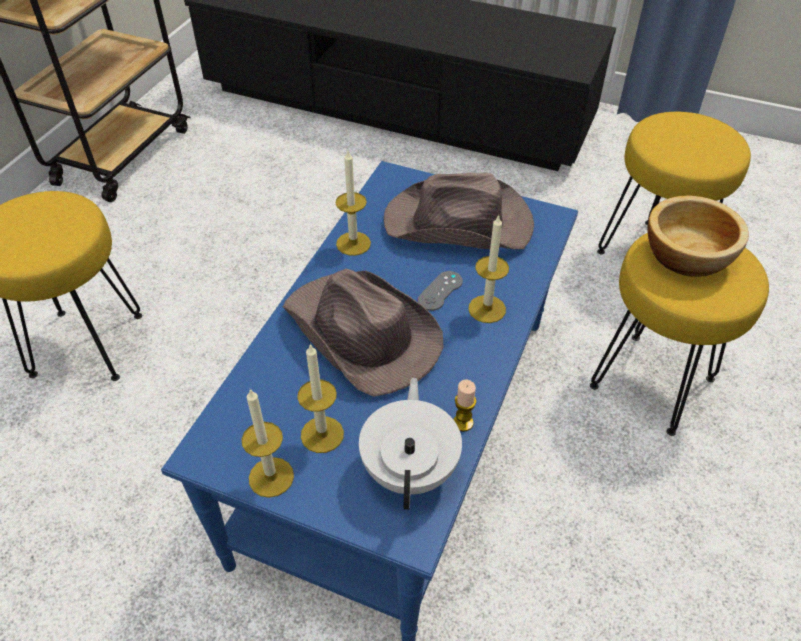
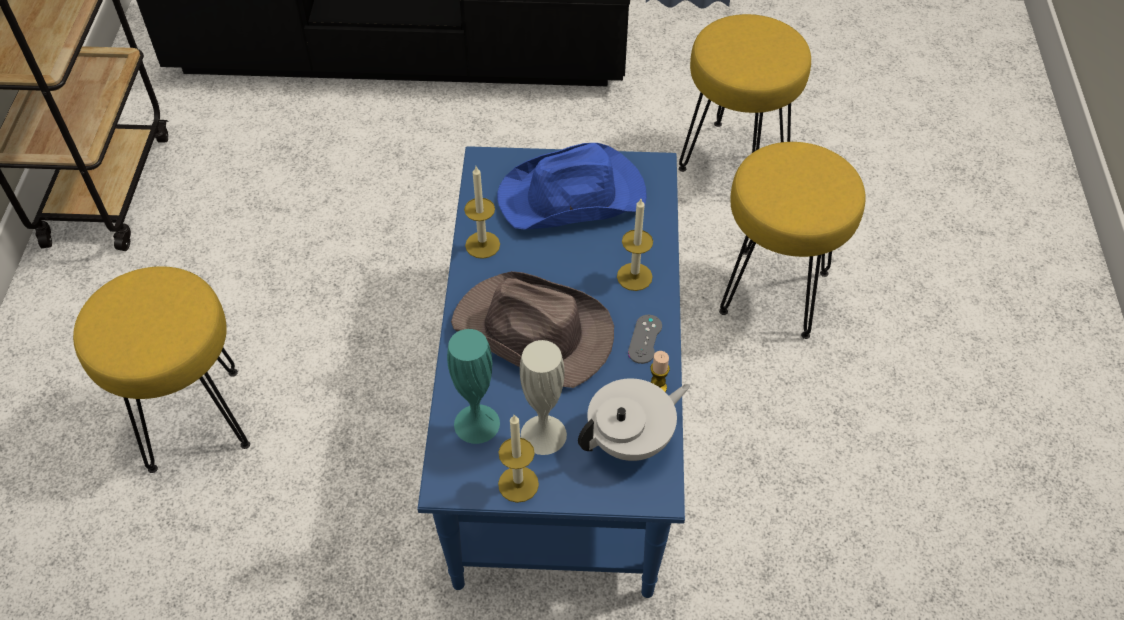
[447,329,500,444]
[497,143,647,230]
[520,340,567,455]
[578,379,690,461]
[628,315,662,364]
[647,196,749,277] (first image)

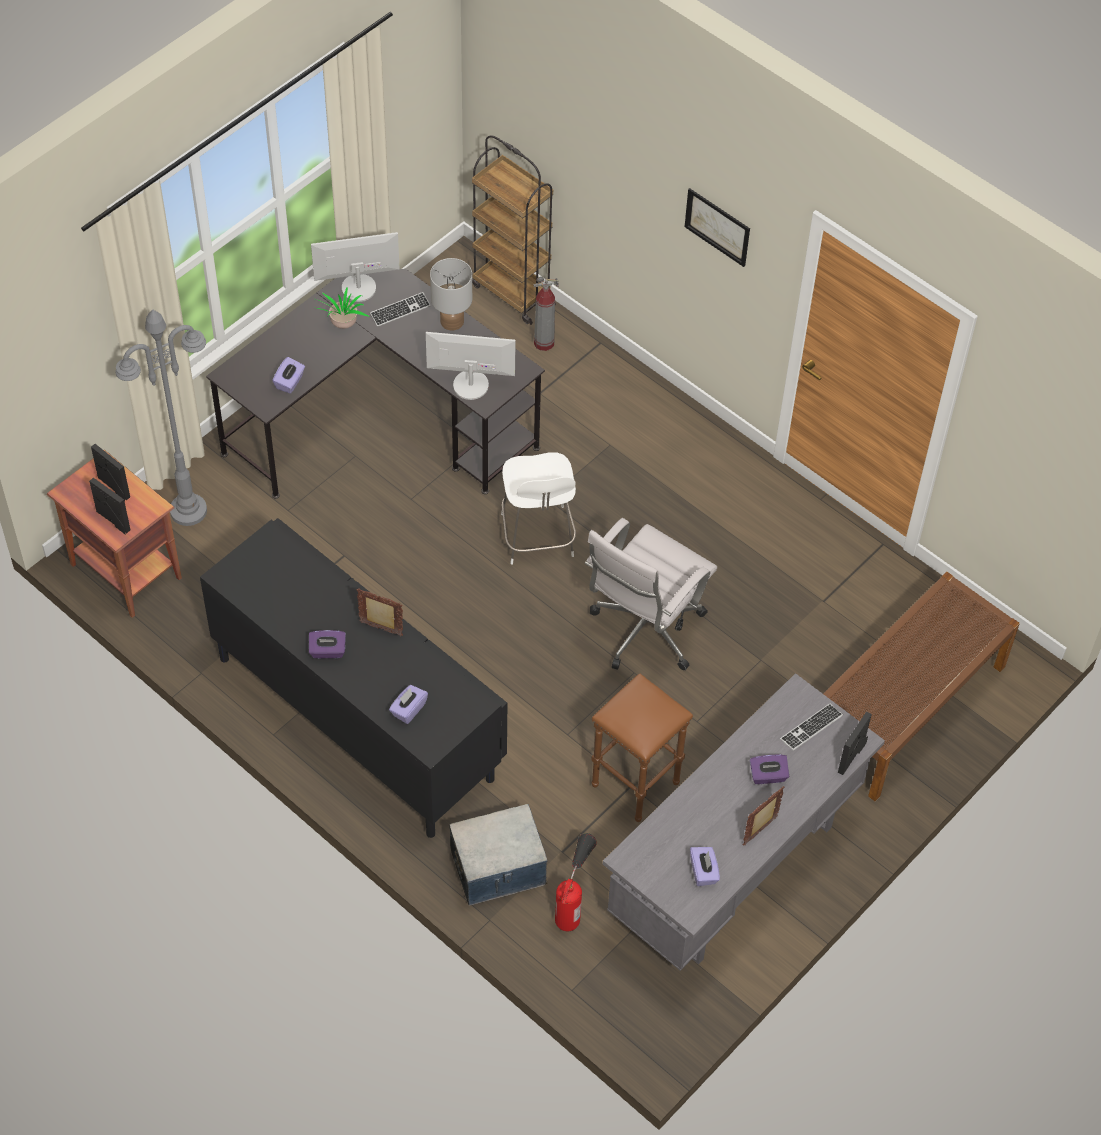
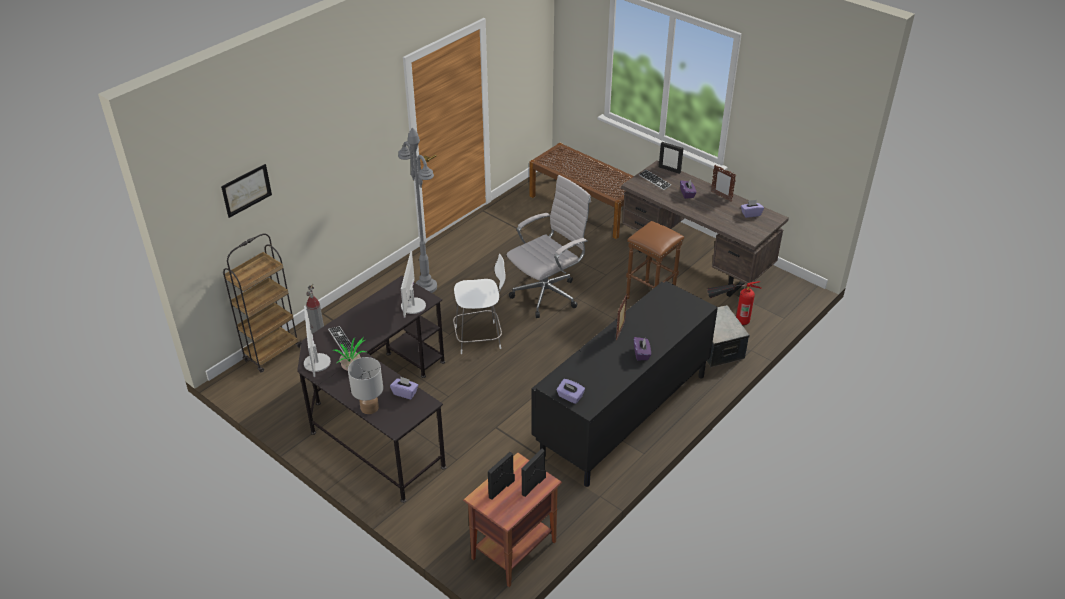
[221,164,272,218]
[348,357,383,414]
[398,128,437,293]
[507,175,591,318]
[556,379,585,404]
[621,160,789,297]

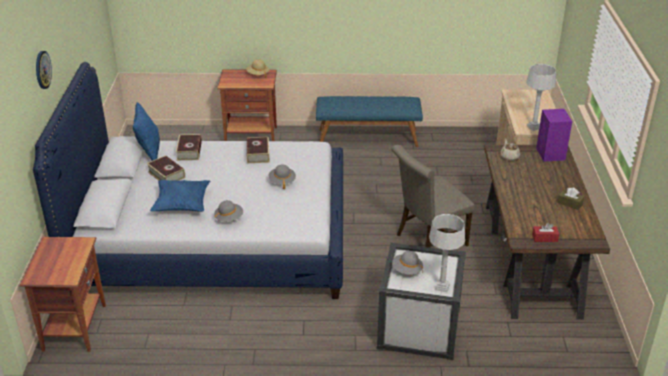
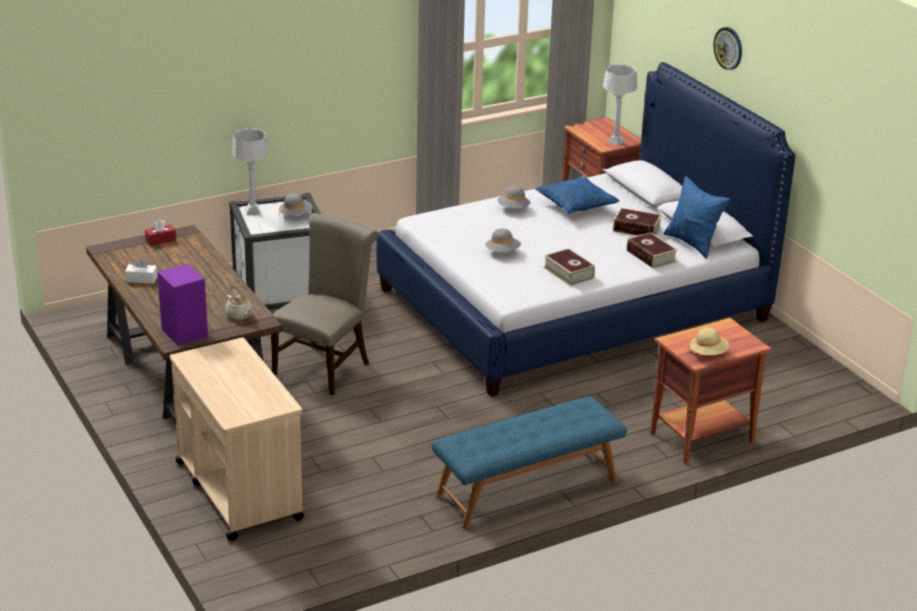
[125,258,157,284]
[603,64,637,146]

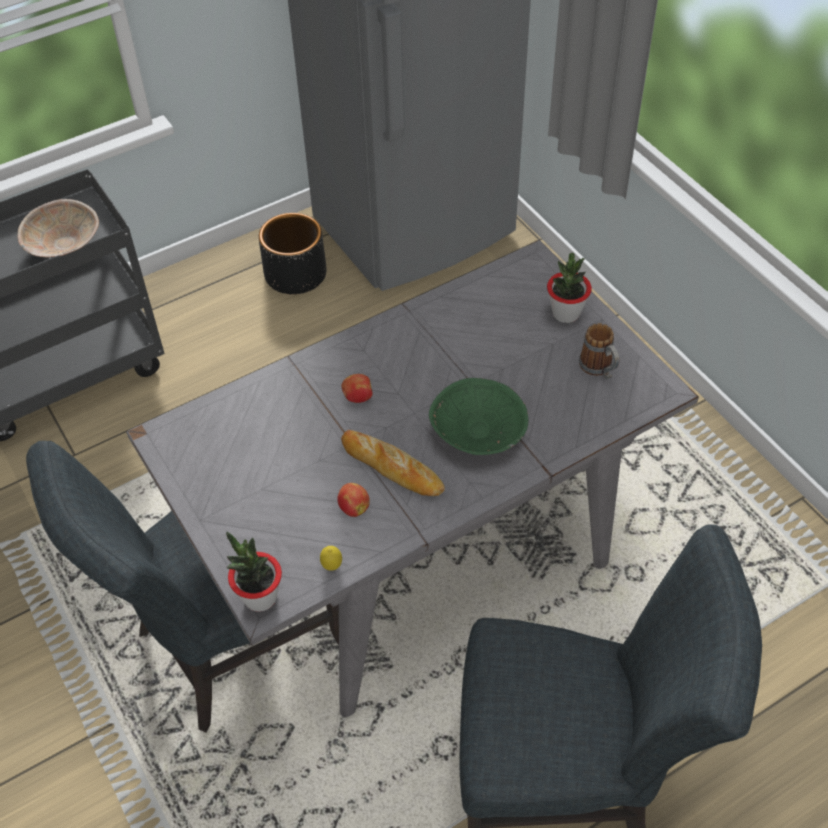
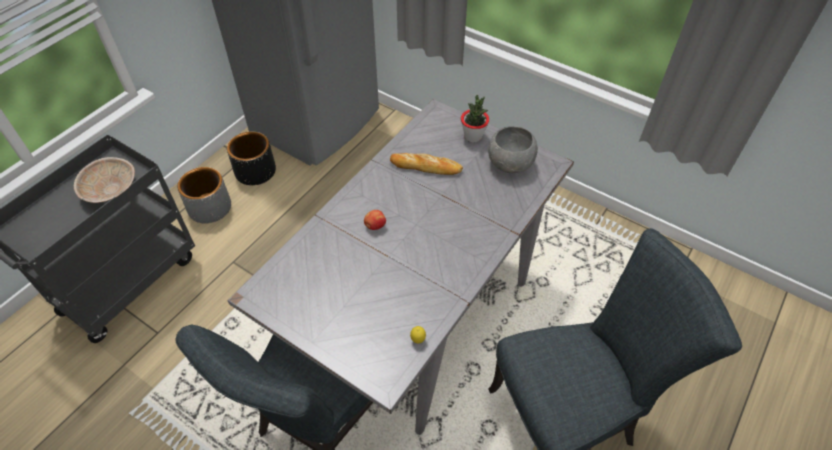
[177,167,231,224]
[390,153,463,175]
[488,126,538,173]
[226,532,282,612] (first image)
[337,483,370,517] (first image)
[429,378,528,455] (first image)

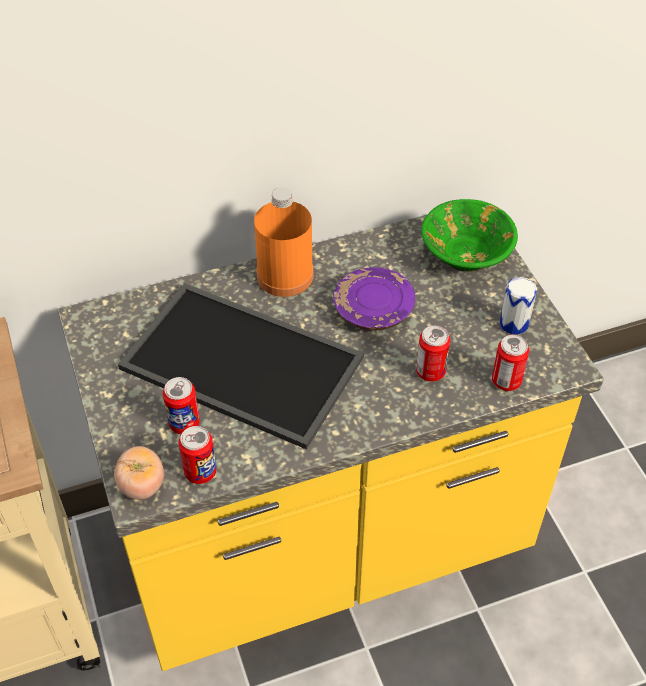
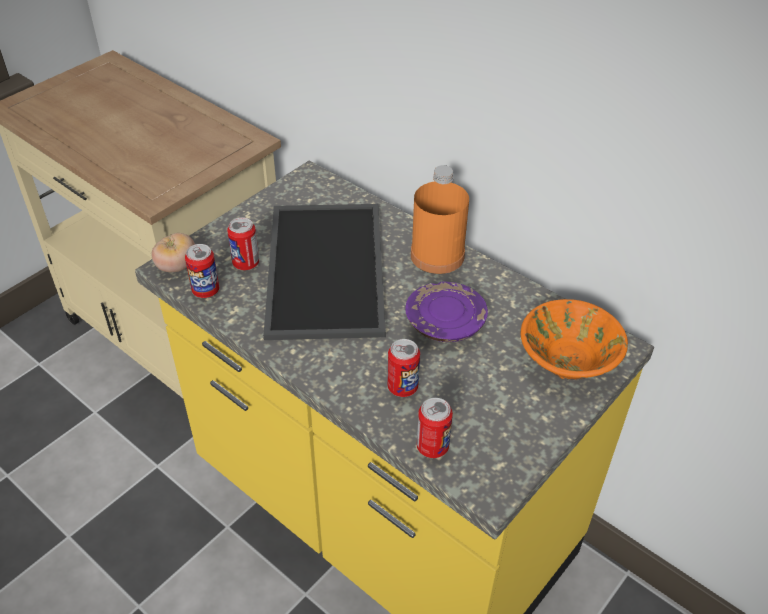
[521,299,628,380]
[500,277,537,335] (first image)

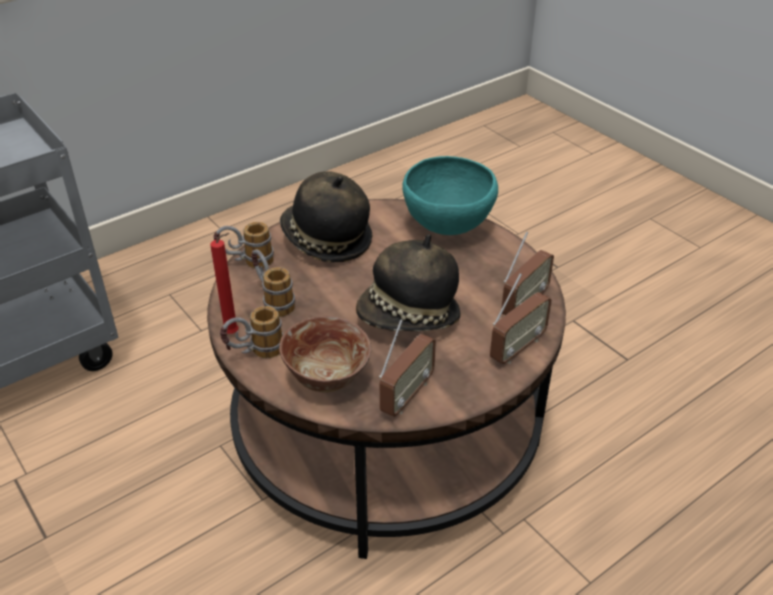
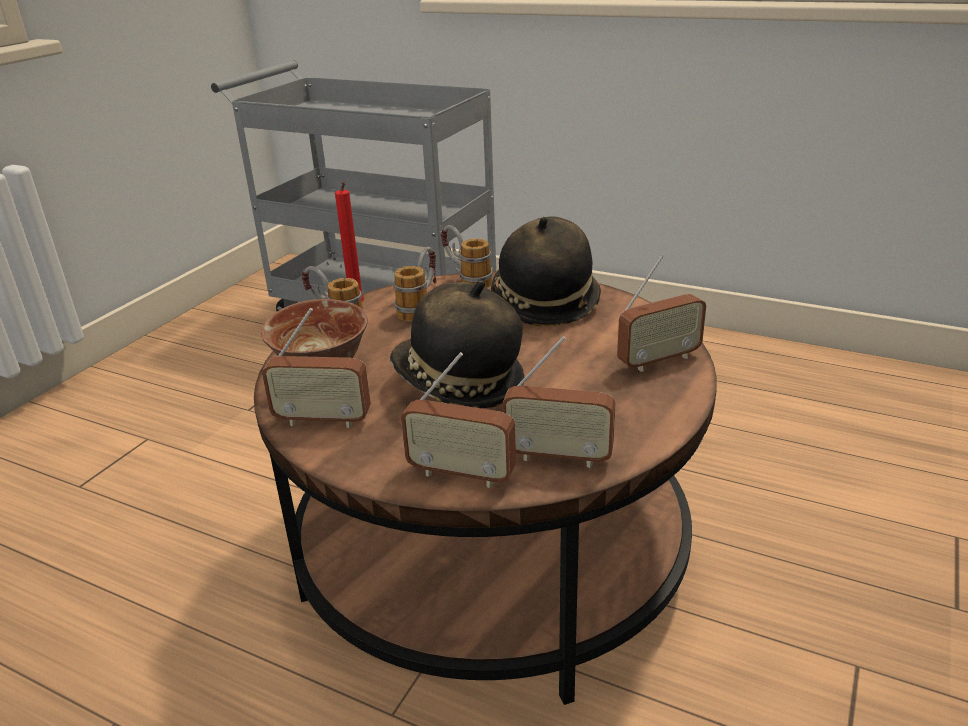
[617,255,706,372]

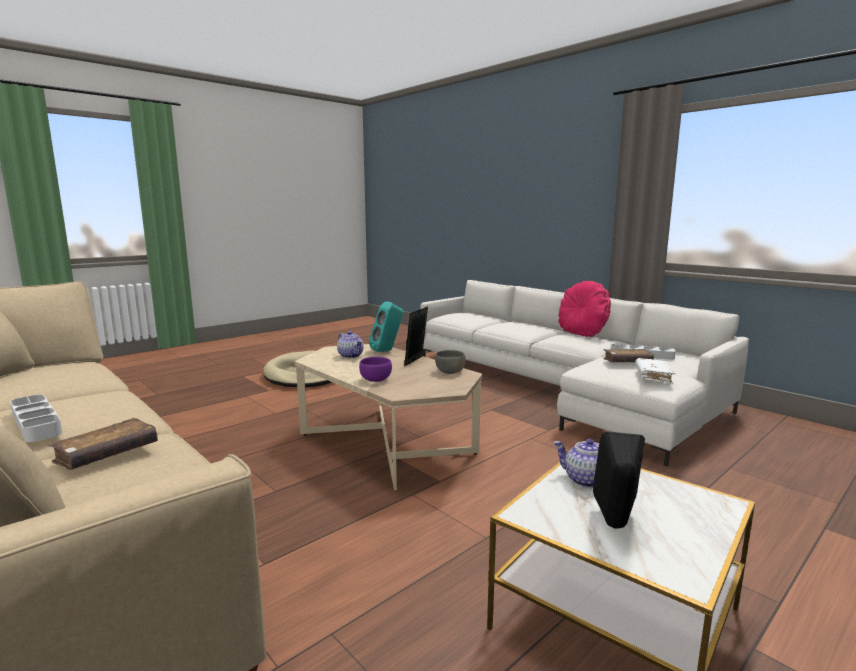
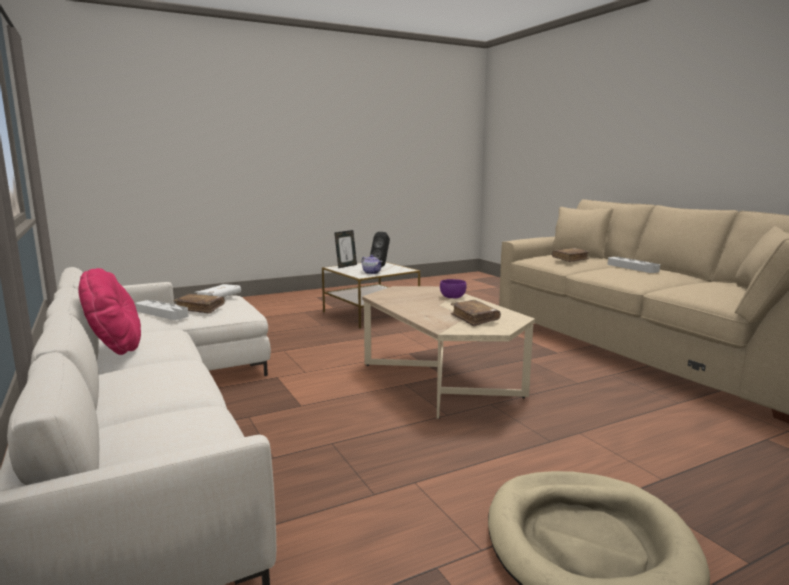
[334,230,357,268]
[451,300,501,327]
[369,301,403,352] (first image)
[435,350,466,374] (first image)

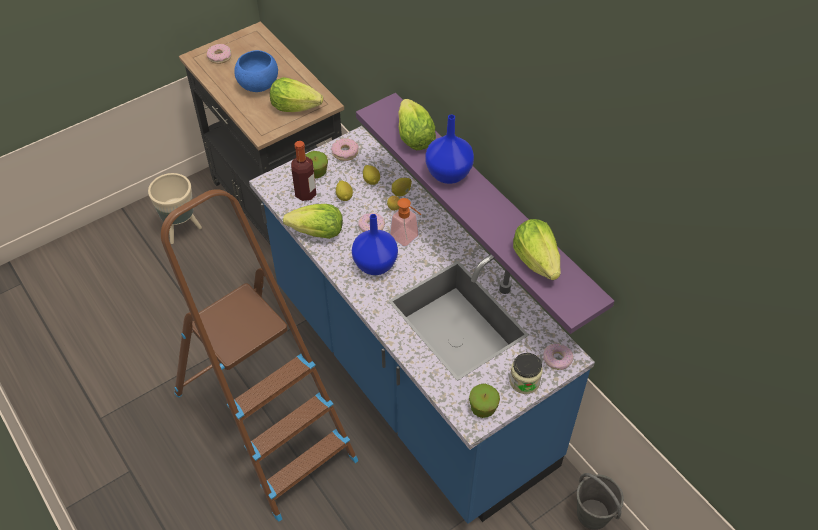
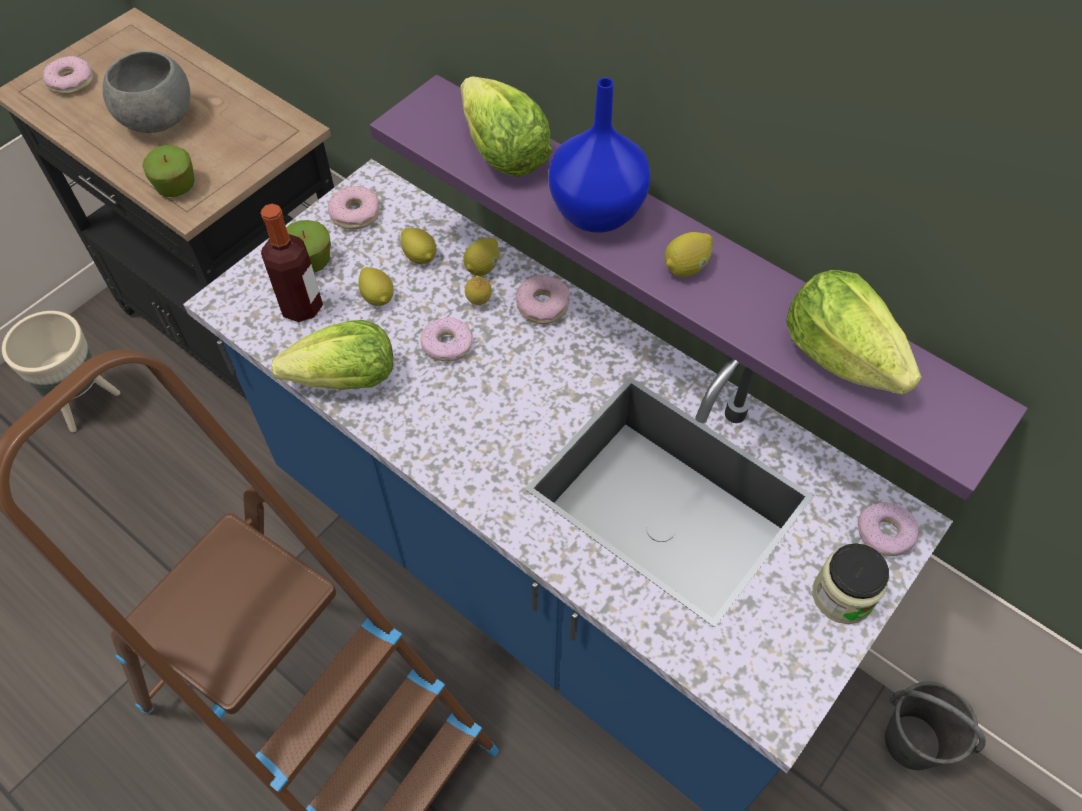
[103,51,190,133]
[142,145,195,197]
[516,275,570,324]
[665,232,713,277]
[270,77,323,112] (first image)
[352,214,398,275] (first image)
[390,198,422,247] (first image)

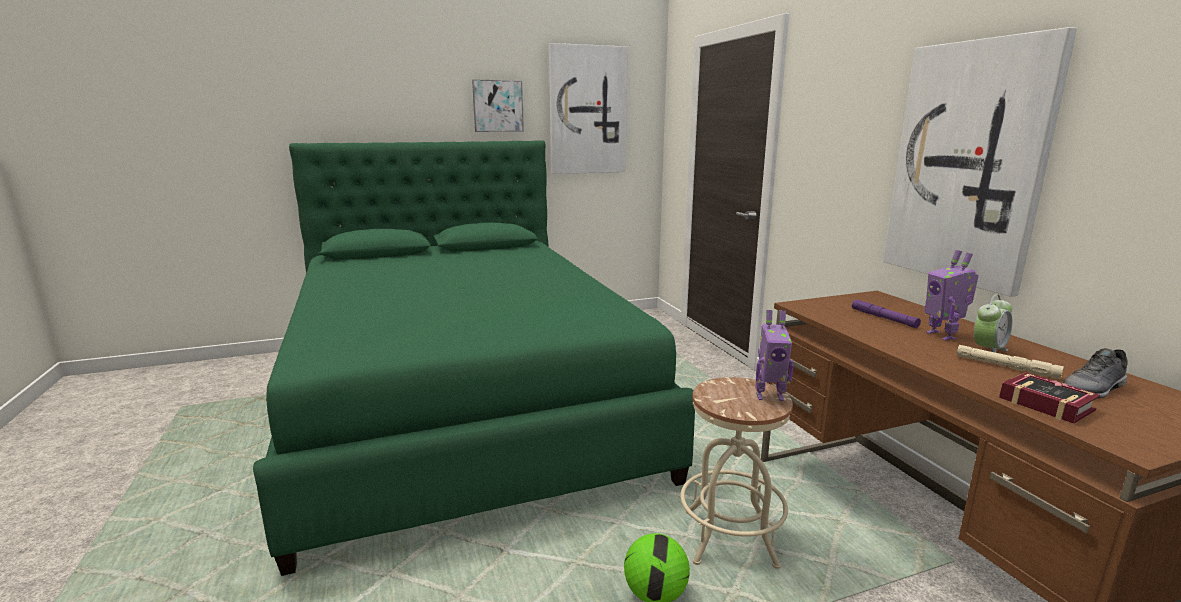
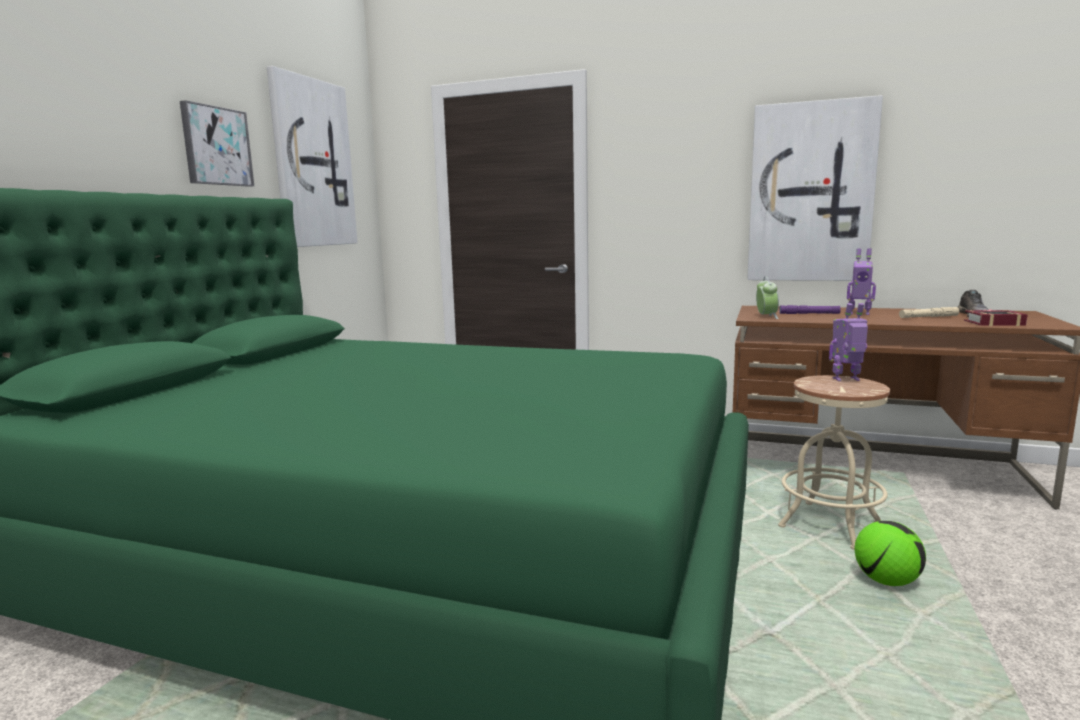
[756,276,779,319]
[829,303,868,381]

